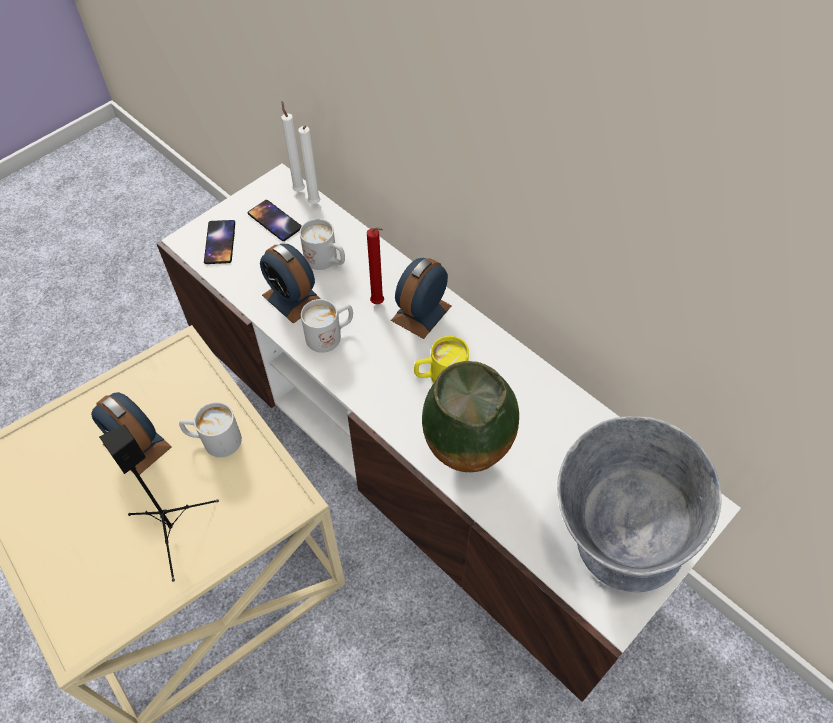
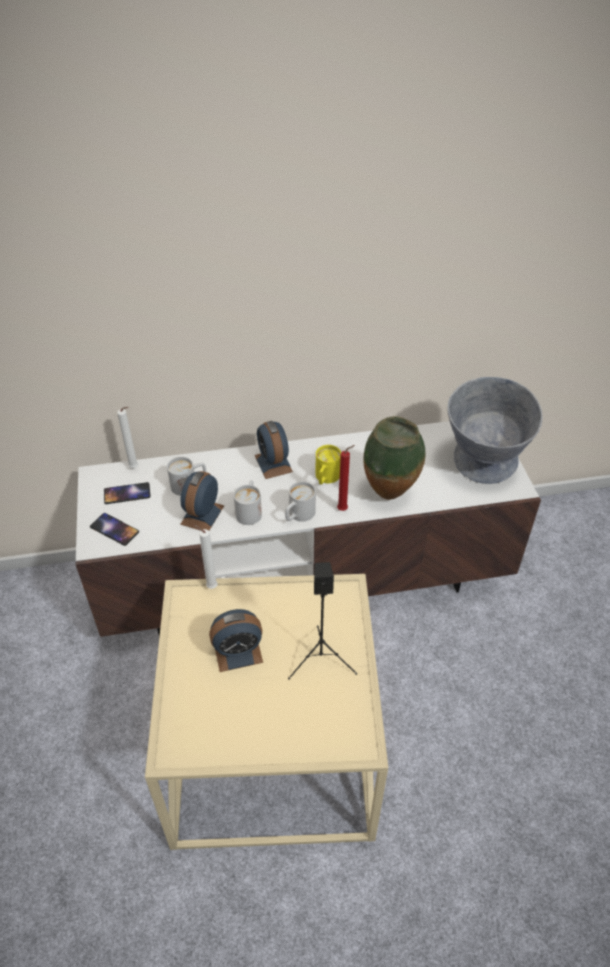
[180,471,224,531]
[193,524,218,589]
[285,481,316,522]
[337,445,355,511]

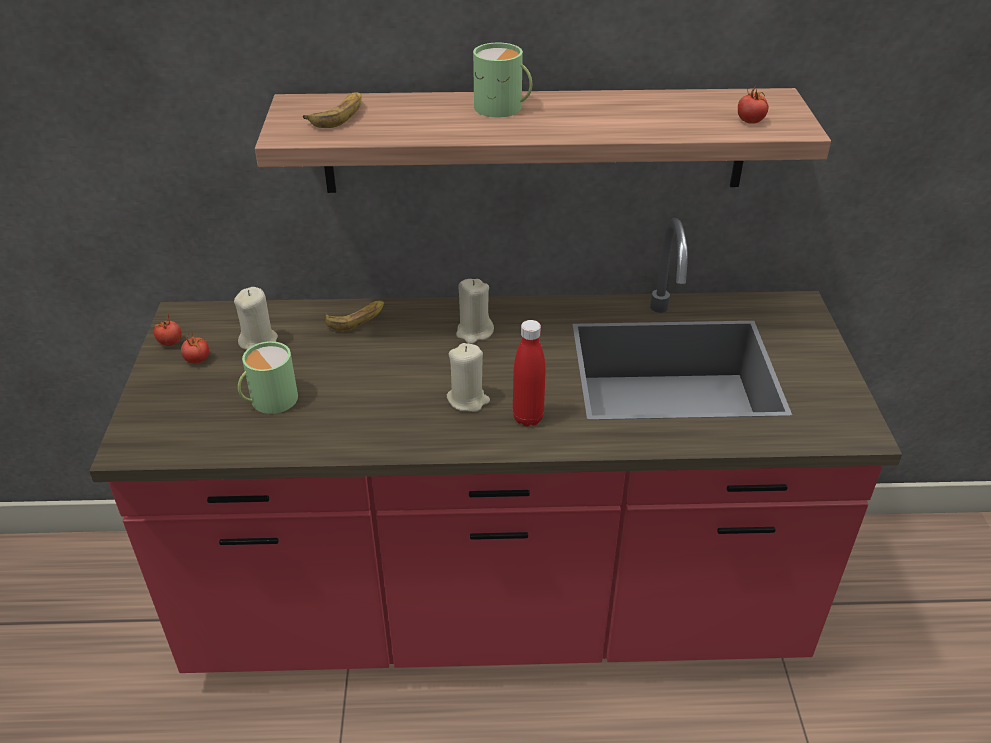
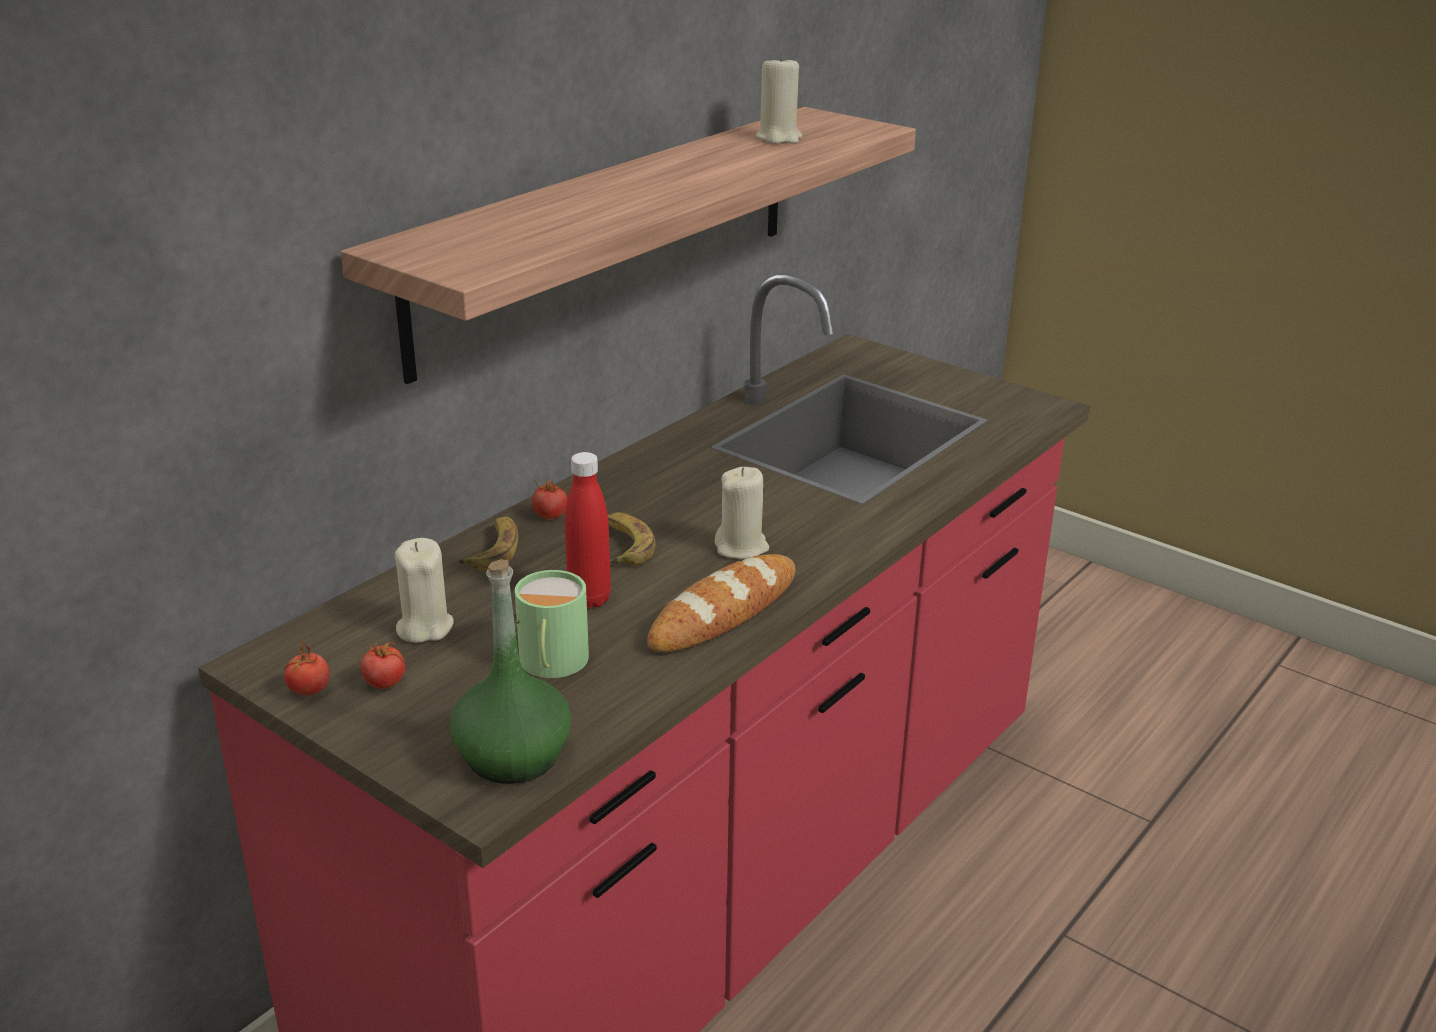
[450,559,571,784]
[532,477,568,519]
[565,452,611,609]
[608,512,655,565]
[647,554,796,652]
[756,54,802,144]
[473,43,532,118] (first image)

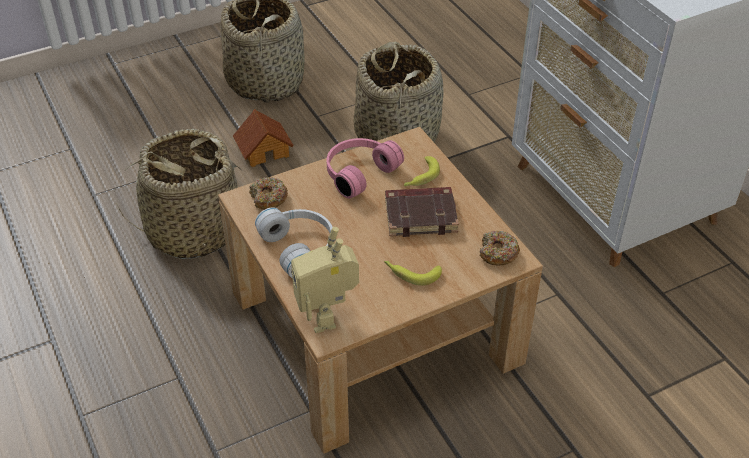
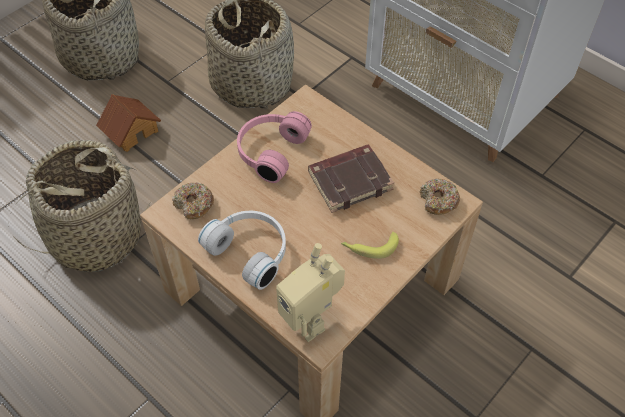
[404,156,440,186] (first image)

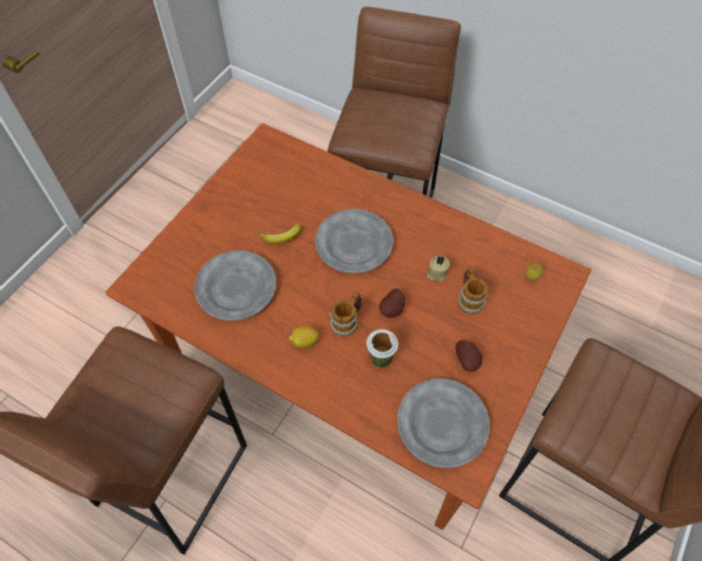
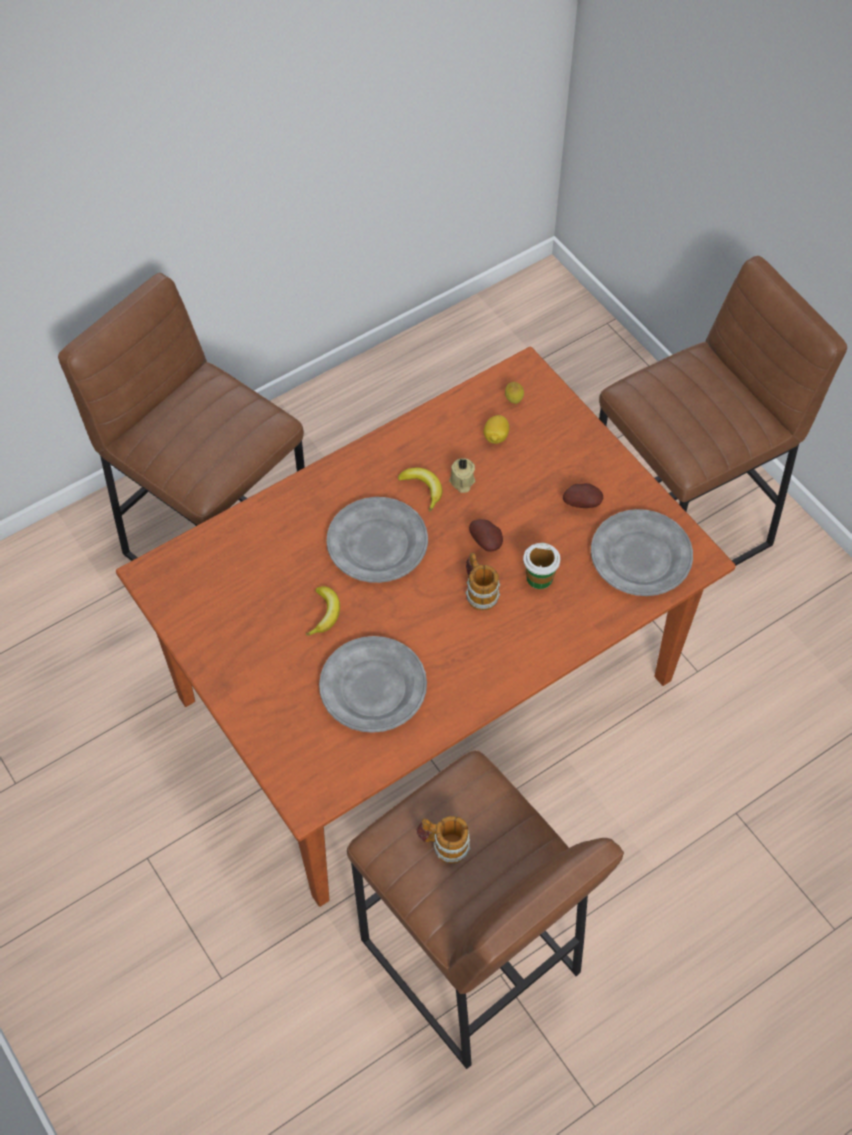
[398,468,442,512]
[417,816,471,863]
[484,415,509,444]

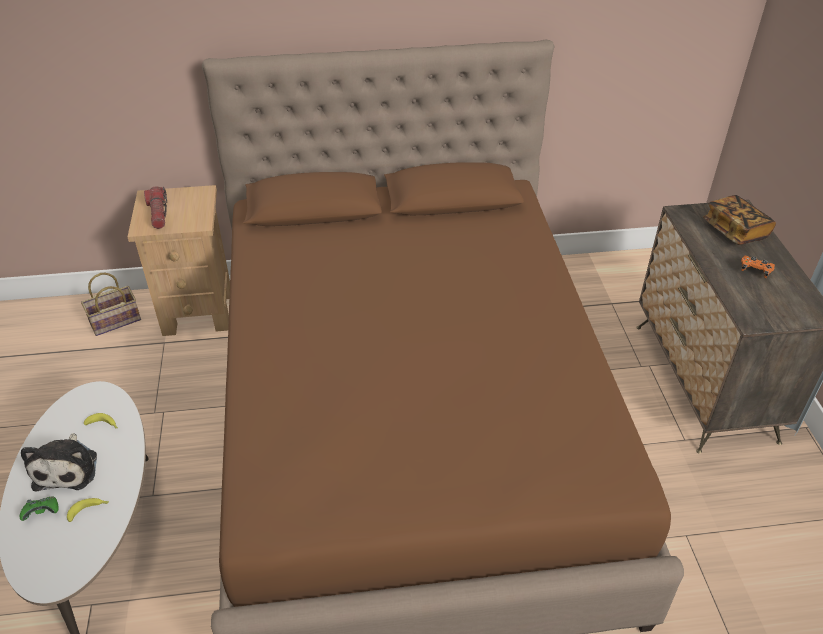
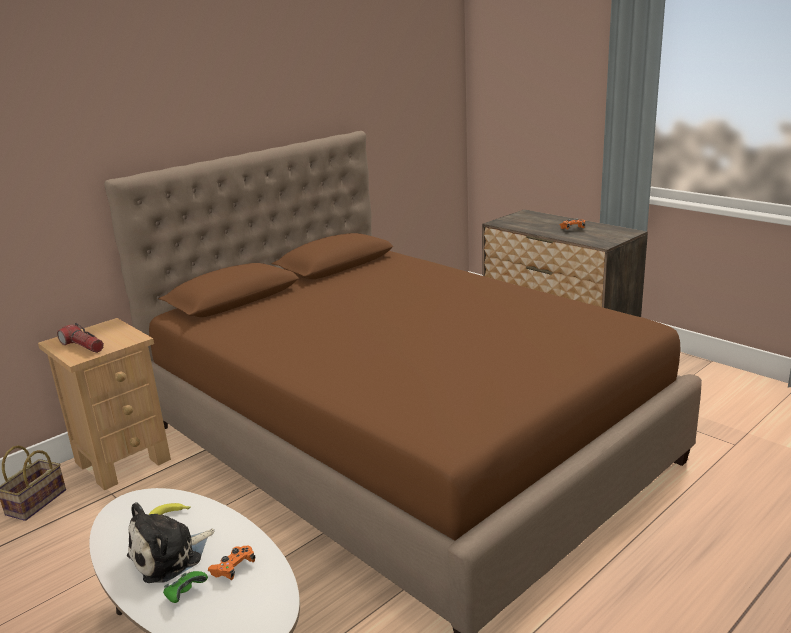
[127,502,214,583]
[208,545,256,580]
[703,195,776,245] (first image)

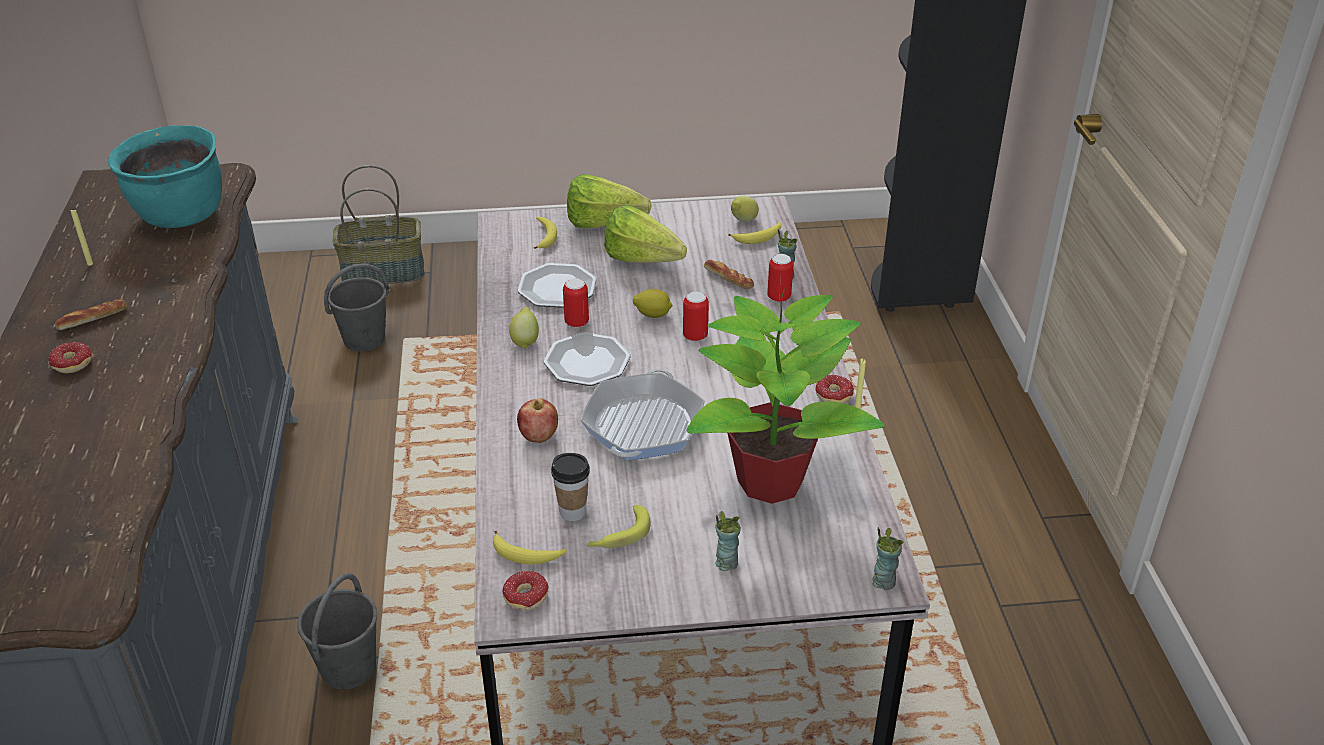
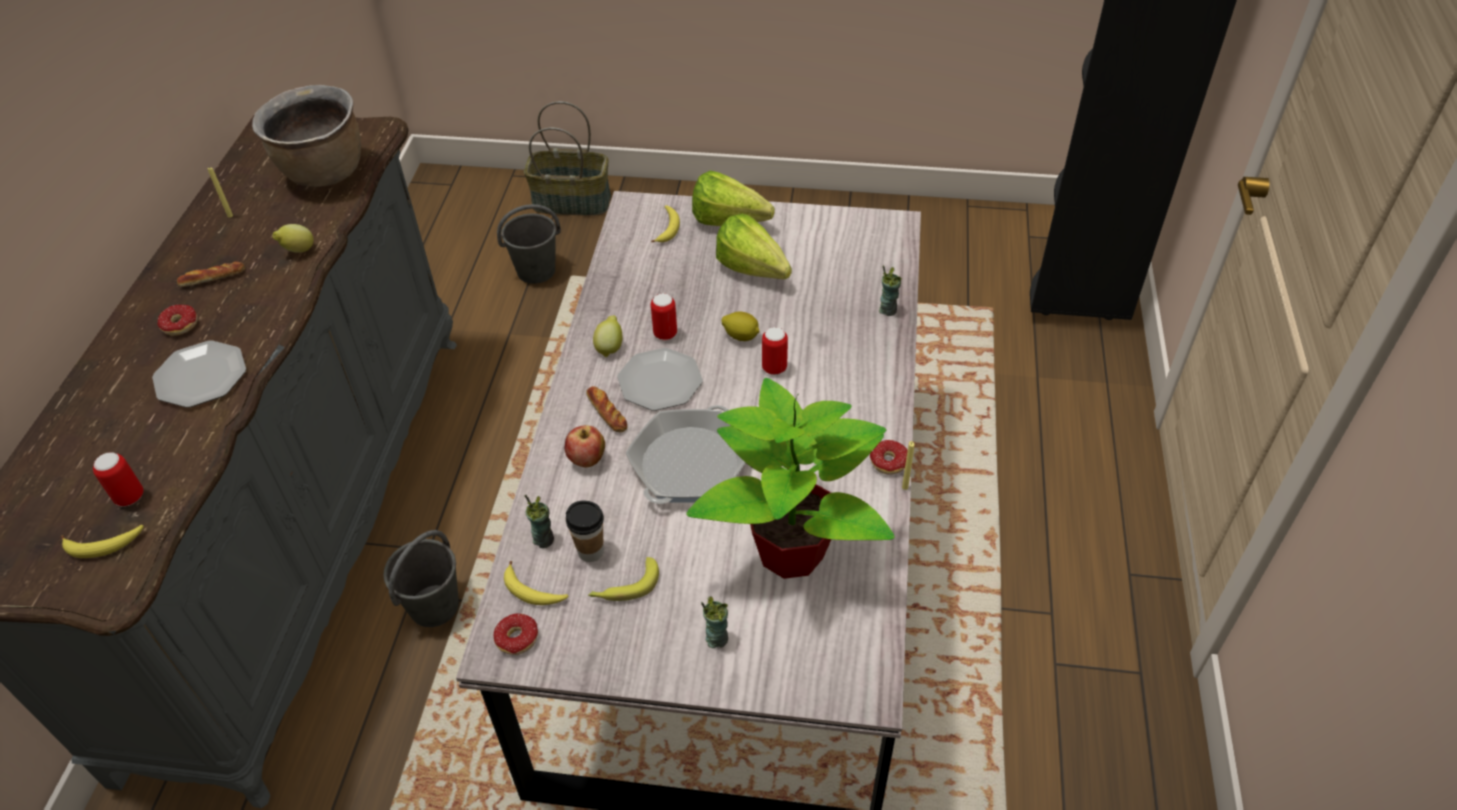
[61,525,144,558]
[93,452,143,507]
[152,340,246,408]
[252,85,361,187]
[272,224,314,253]
[525,494,554,548]
[586,386,627,432]

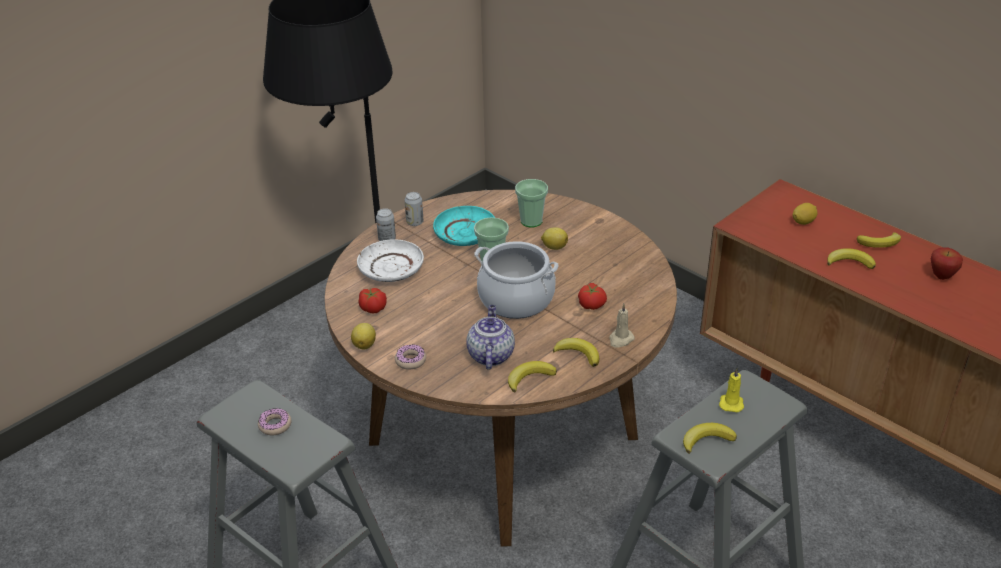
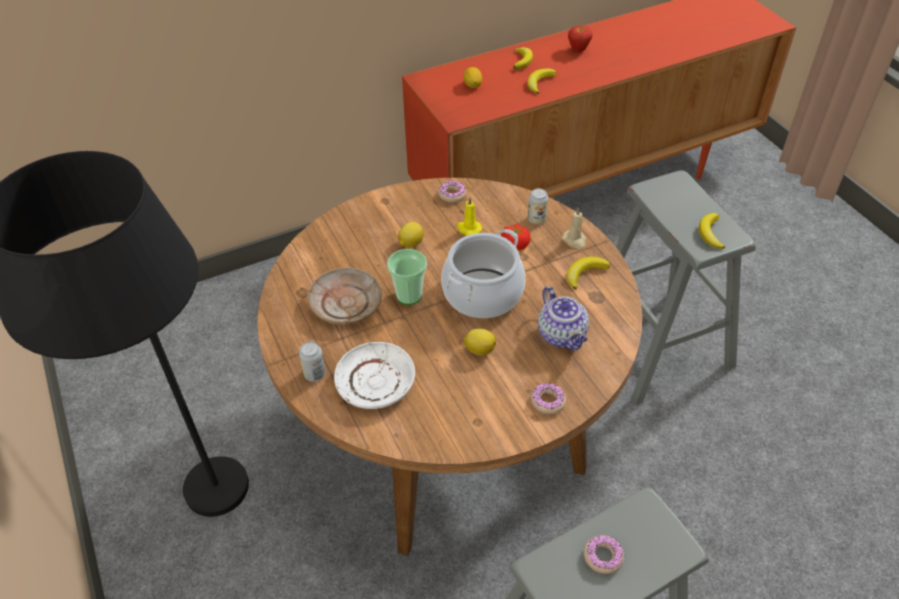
[308,268,382,325]
[438,181,466,203]
[457,197,482,235]
[463,329,496,356]
[528,188,548,224]
[538,286,589,350]
[359,288,387,313] (first image)
[508,361,557,393] (first image)
[515,179,548,227] (first image)

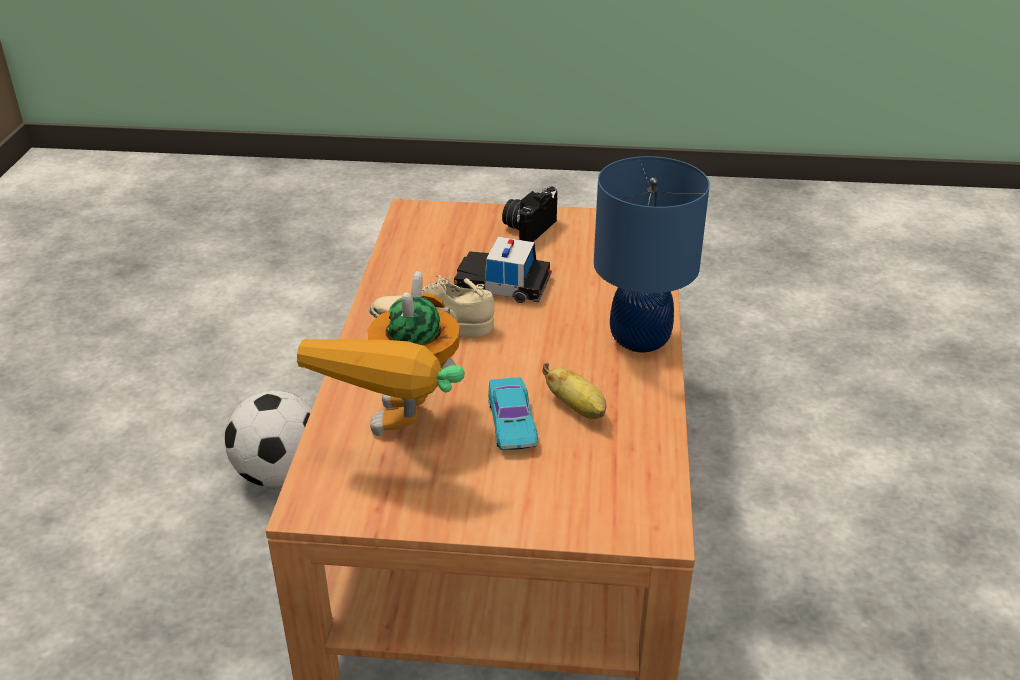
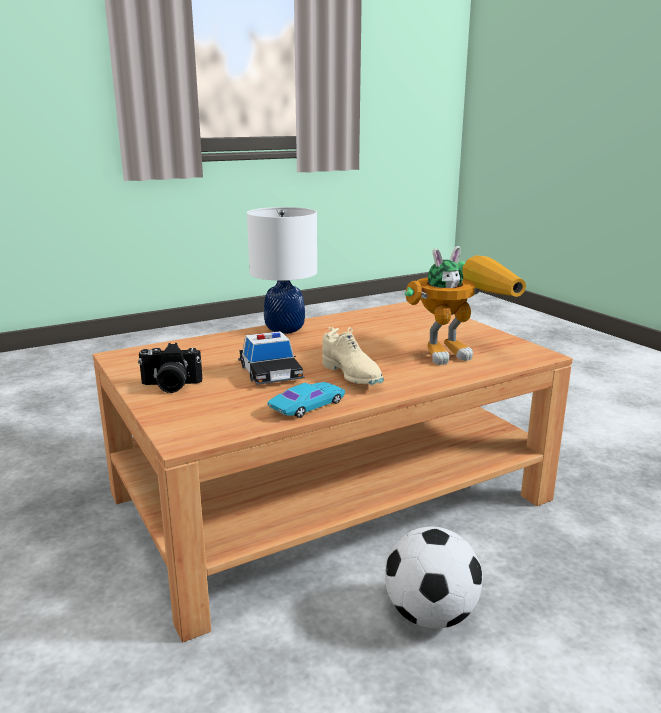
[247,207,317,334]
[267,382,345,418]
[542,363,606,419] (first image)

